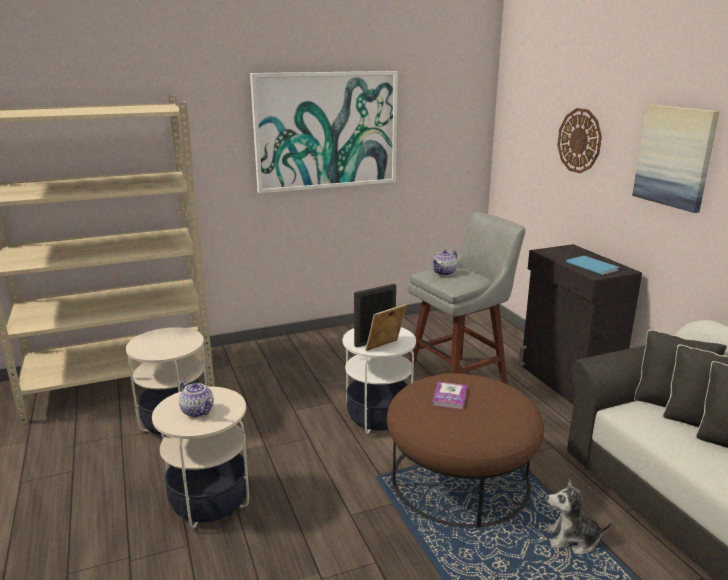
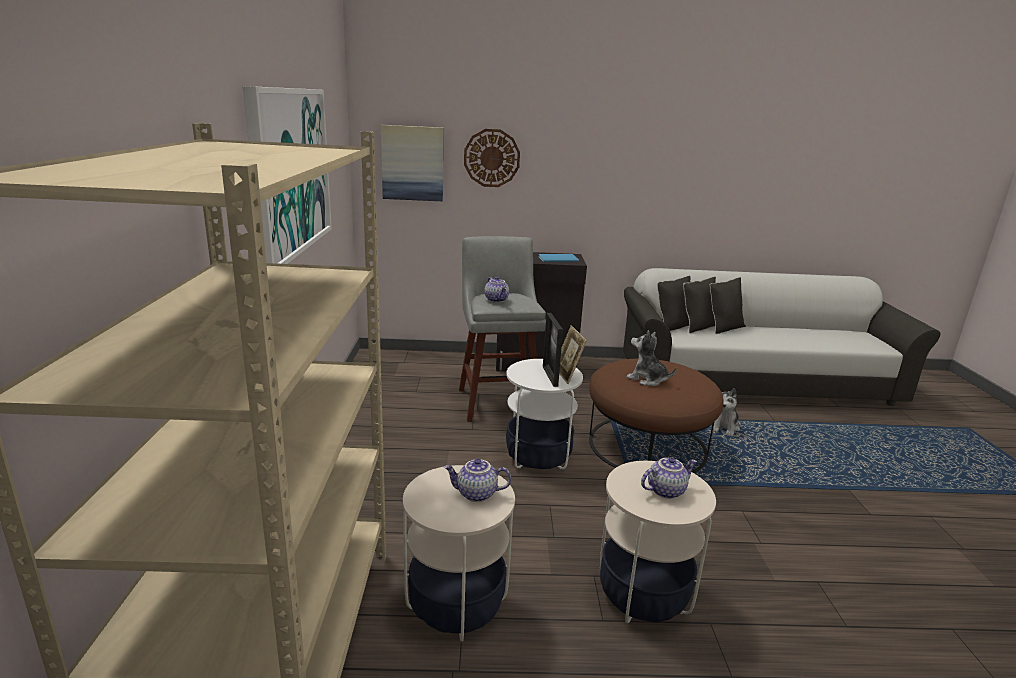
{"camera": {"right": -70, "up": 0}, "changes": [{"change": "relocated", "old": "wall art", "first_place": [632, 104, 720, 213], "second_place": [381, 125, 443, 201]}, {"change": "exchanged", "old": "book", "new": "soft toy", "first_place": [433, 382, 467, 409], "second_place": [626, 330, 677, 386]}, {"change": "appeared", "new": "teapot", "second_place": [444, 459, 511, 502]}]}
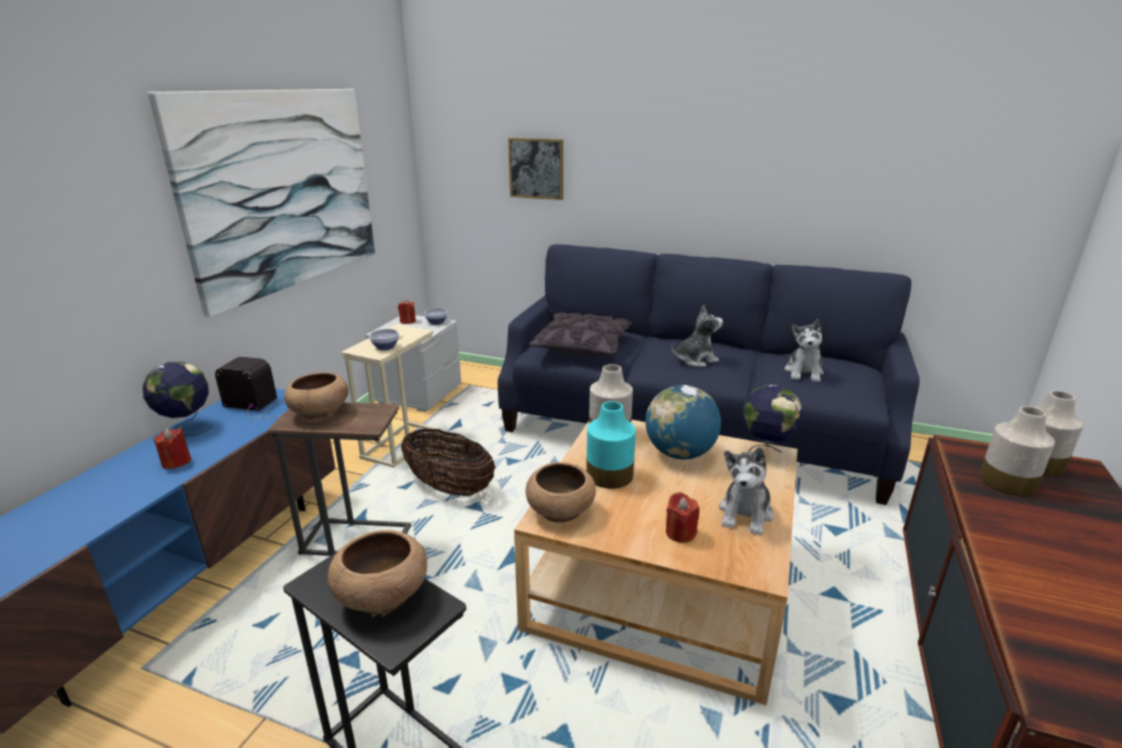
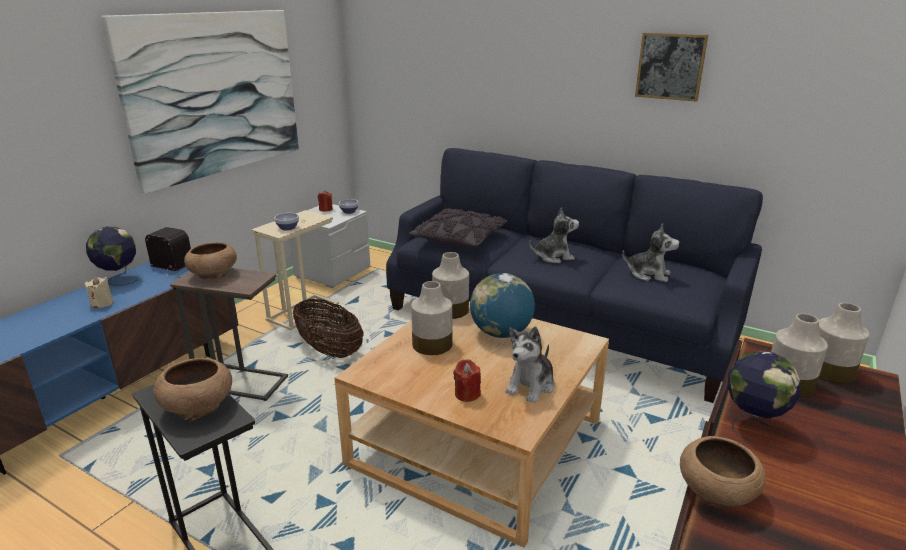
{"camera": {"right": 10, "up": 0}, "changes": [{"change": "relocated", "old": "wall art", "first_place": [508, 138, 563, 200], "second_place": [635, 33, 708, 102]}, {"change": "spun", "old": "soft toy", "first_place": [785, 319, 824, 382], "second_place": [622, 223, 680, 282], "degrees": -90}, {"change": "relocated", "old": "desk globe", "first_place": [742, 385, 802, 465], "second_place": [727, 351, 801, 442]}, {"change": "colour", "old": "blue-green flower vase", "new": "beige flower vase", "first_place": [586, 401, 636, 489], "second_place": [411, 281, 452, 355]}, {"change": "colour", "old": "red-coloured candle", "new": "beige candle", "first_place": [154, 428, 191, 469], "second_place": [85, 276, 113, 308]}, {"change": "relocated", "old": "brown-coloured deep dish", "first_place": [525, 462, 596, 523], "second_place": [680, 436, 766, 508]}]}
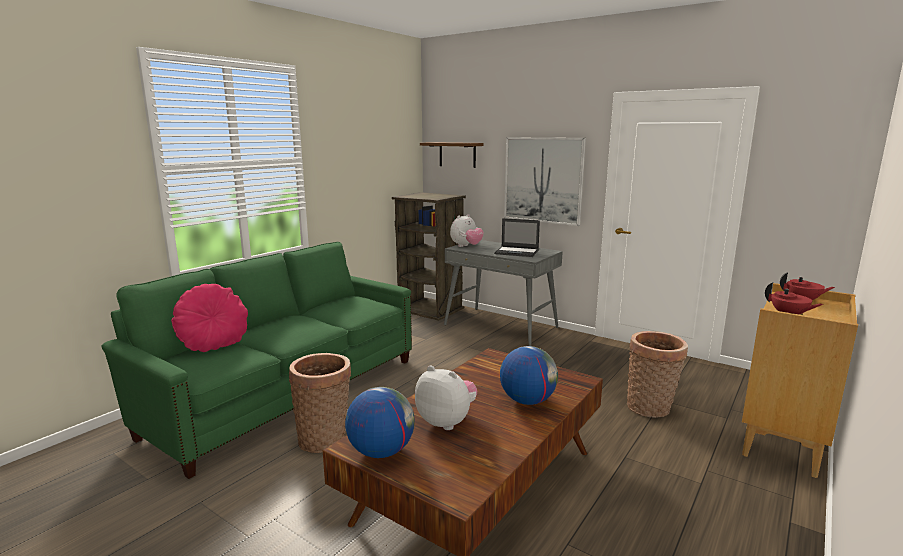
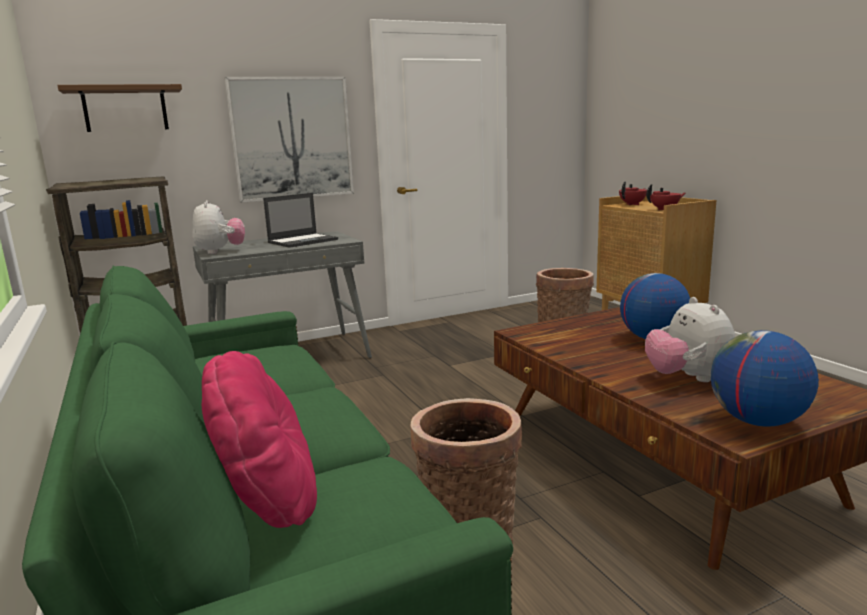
{"camera": {"right": -60, "up": 0}, "changes": [{"change": "spun", "old": "soft toy", "first_place": [415, 365, 477, 430], "second_place": [645, 297, 735, 382], "degrees": -75}]}
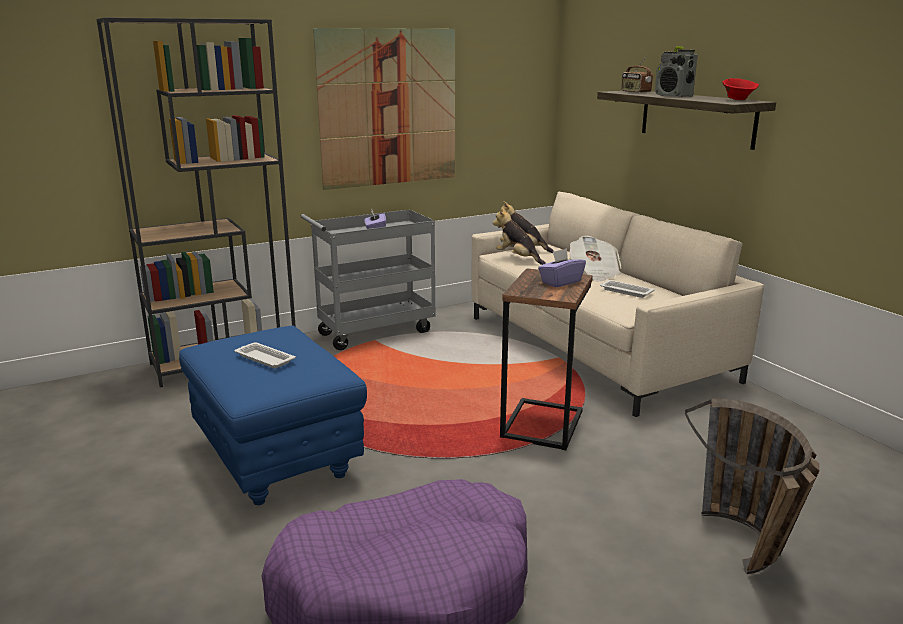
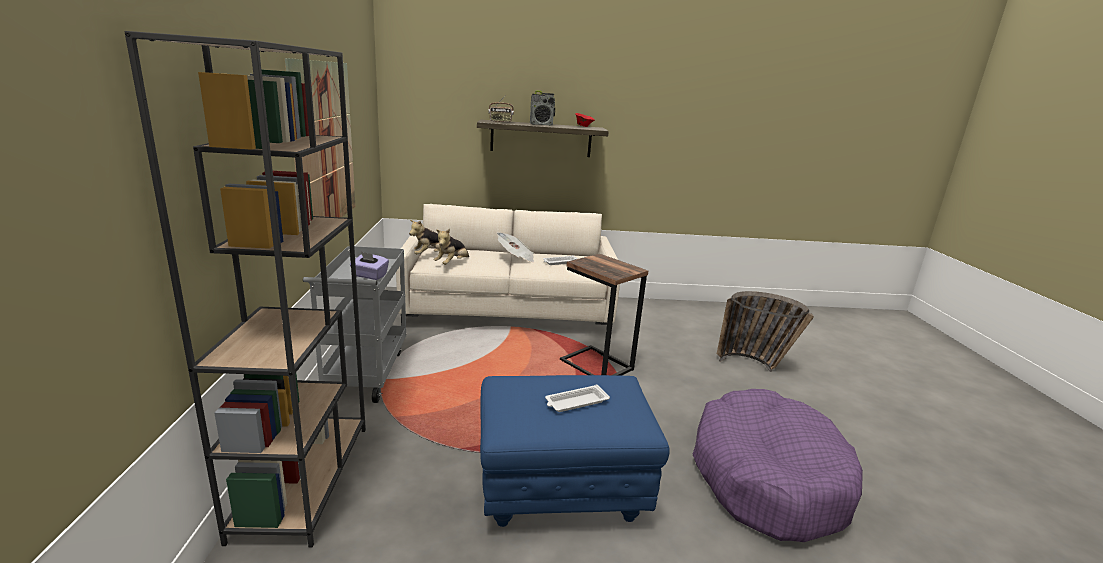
{"camera": {"right": -65, "up": 0}, "changes": [{"change": "spun", "old": "soft toy", "first_place": [493, 208, 546, 265], "second_place": [434, 229, 469, 265], "degrees": -45}, {"change": "missing", "old": "purple-coloured tissue holder", "first_place": [538, 248, 586, 287]}]}
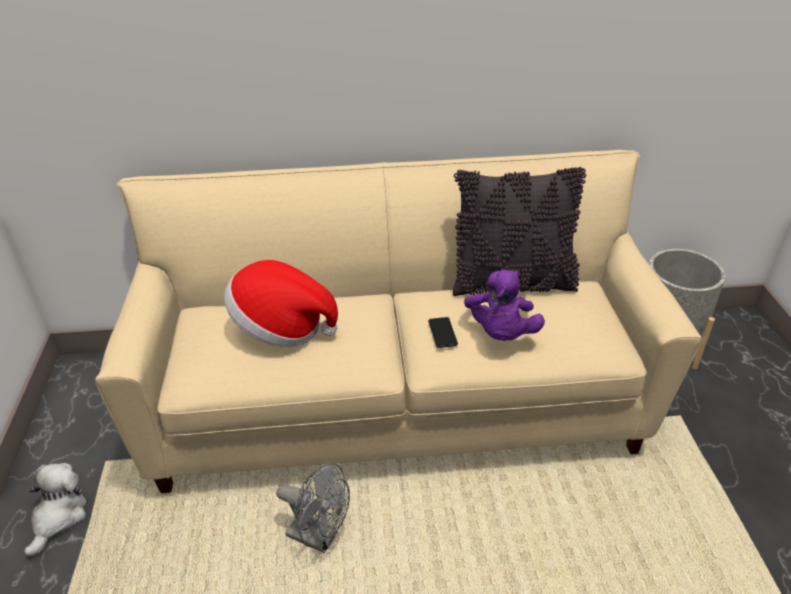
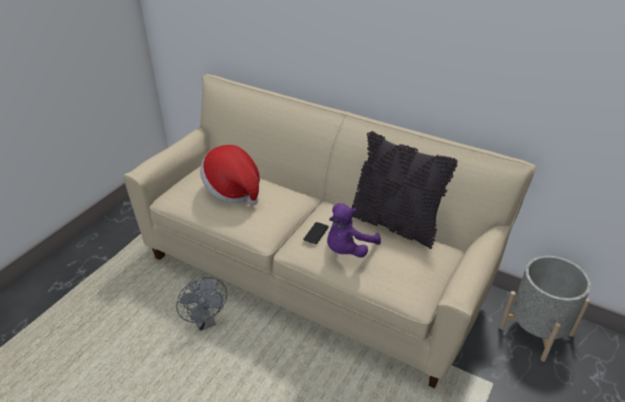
{"camera": {"right": 35, "up": 0}, "changes": [{"change": "missing", "old": "soft toy", "first_place": [24, 463, 86, 556]}]}
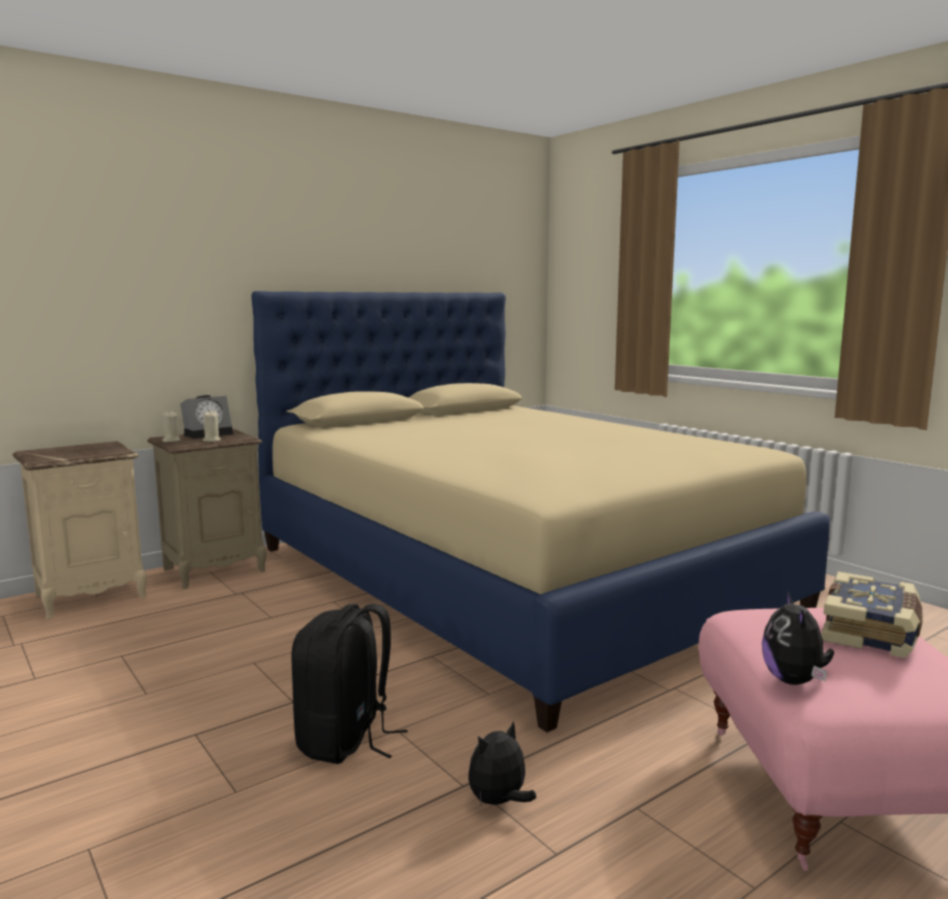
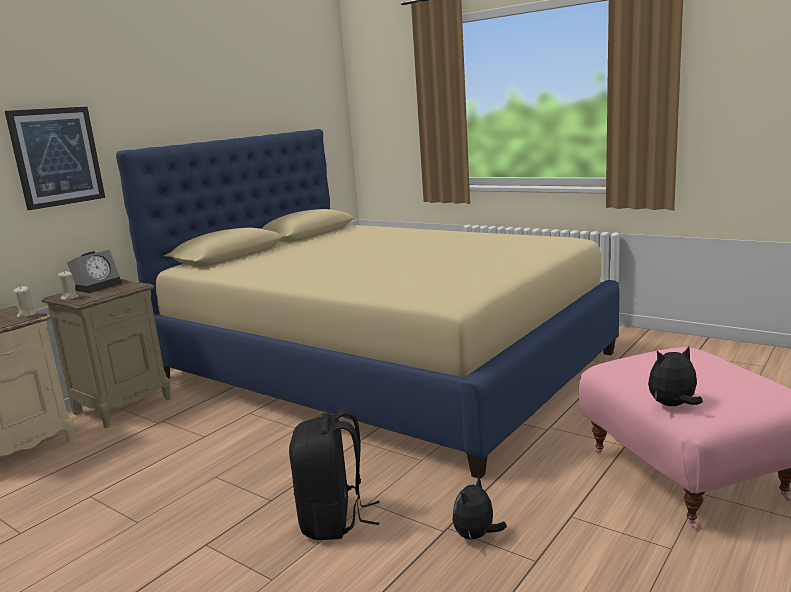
{"camera": {"right": -15, "up": 5}, "changes": [{"change": "relocated", "old": "beige candle", "first_place": [203, 411, 221, 442], "second_place": [14, 286, 36, 318]}, {"change": "missing", "old": "book", "first_place": [821, 572, 923, 658]}, {"change": "spun", "old": "soft toy", "first_place": [762, 591, 834, 685], "second_place": [648, 347, 703, 406], "degrees": 90}, {"change": "appeared", "new": "wall art", "second_place": [5, 107, 105, 210]}]}
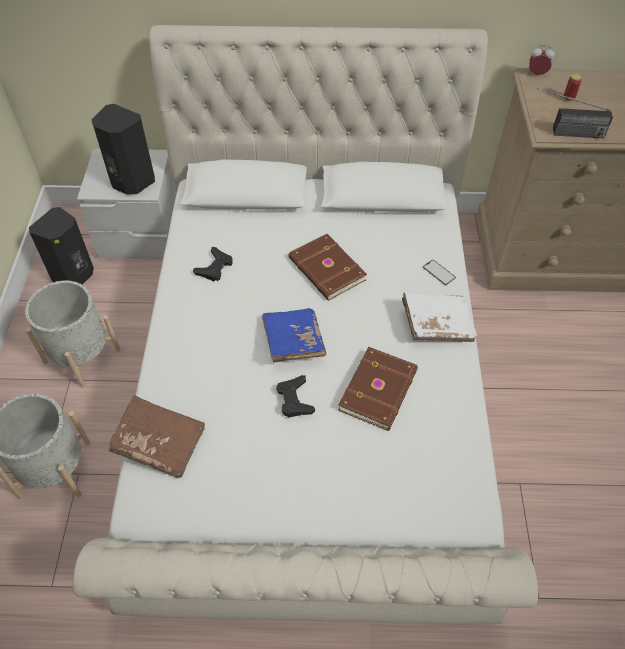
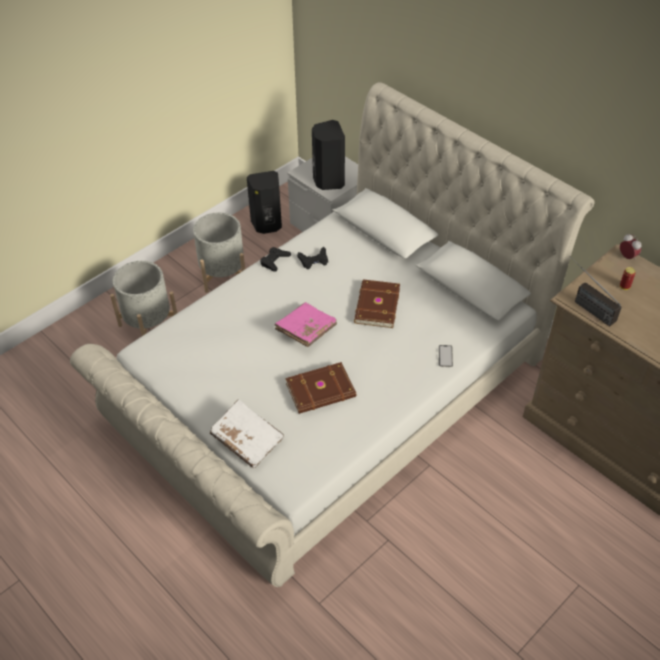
{"camera": {"right": 45, "up": -5}, "changes": [{"change": "relocated", "old": "white book", "first_place": [402, 292, 477, 342], "second_place": [210, 399, 284, 468]}, {"change": "colour", "old": "blue-coloured book", "new": "pinkish book", "first_place": [262, 308, 326, 363], "second_place": [275, 302, 337, 347]}, {"change": "relocated", "old": "blackish gamepad", "first_place": [276, 375, 315, 417], "second_place": [260, 247, 291, 271]}, {"change": "missing", "old": "brown-coloured book", "first_place": [109, 395, 205, 478]}]}
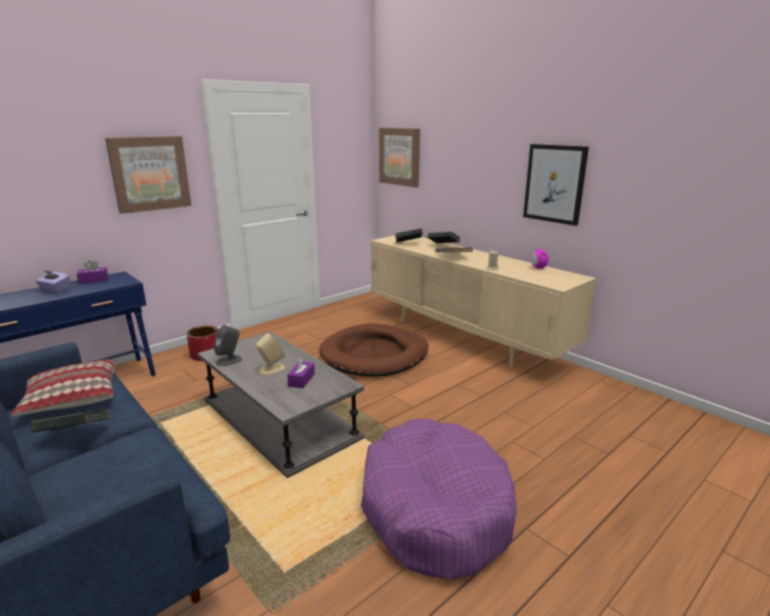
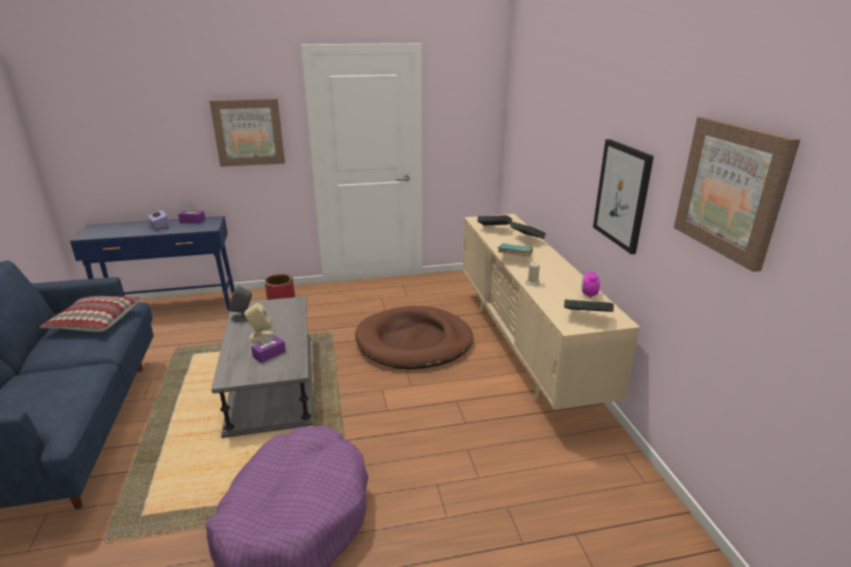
{"camera": {"right": 30, "up": 5}, "changes": [{"change": "relocated", "old": "wall art", "first_place": [379, 128, 420, 187], "second_place": [674, 117, 800, 272]}, {"change": "relocated", "old": "book", "first_place": [31, 409, 109, 432], "second_place": [564, 299, 614, 312]}]}
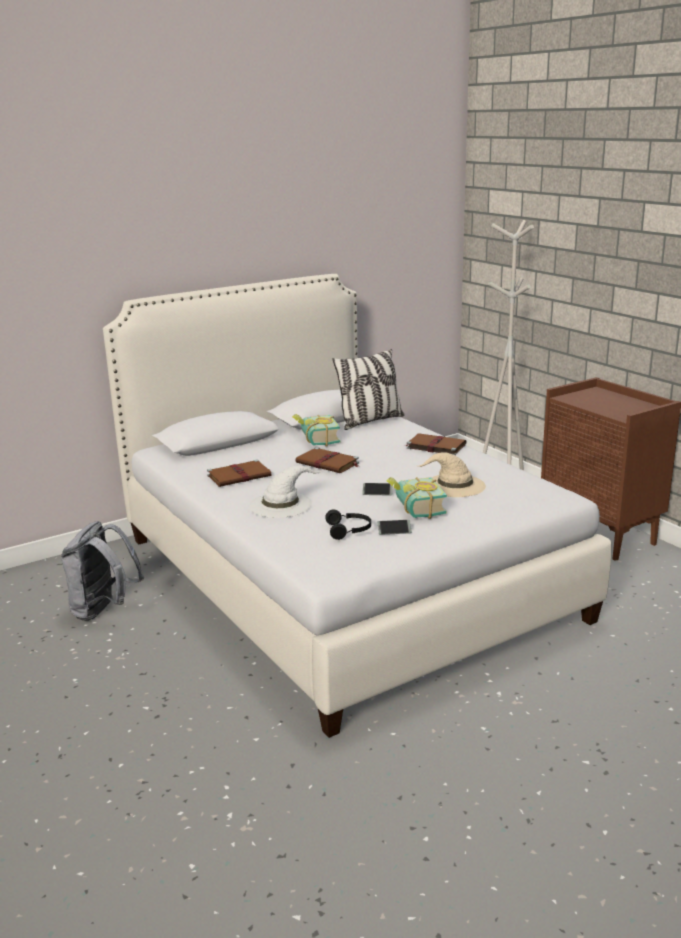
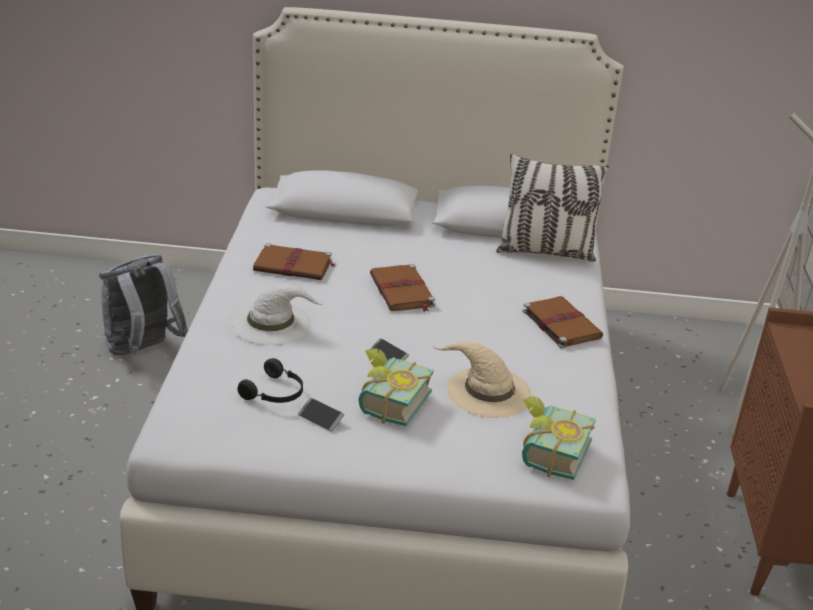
{"camera": {"right": 35, "up": 10}, "changes": [{"change": "relocated", "old": "book", "first_place": [292, 414, 340, 447], "second_place": [522, 396, 596, 480]}]}
